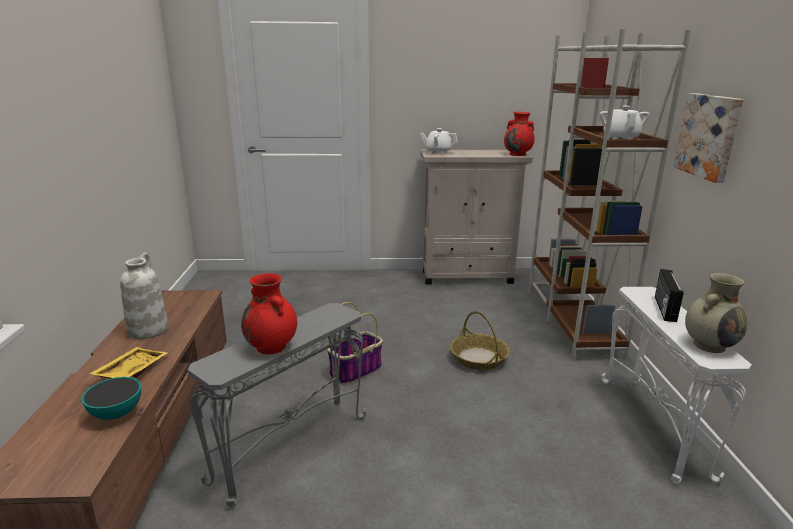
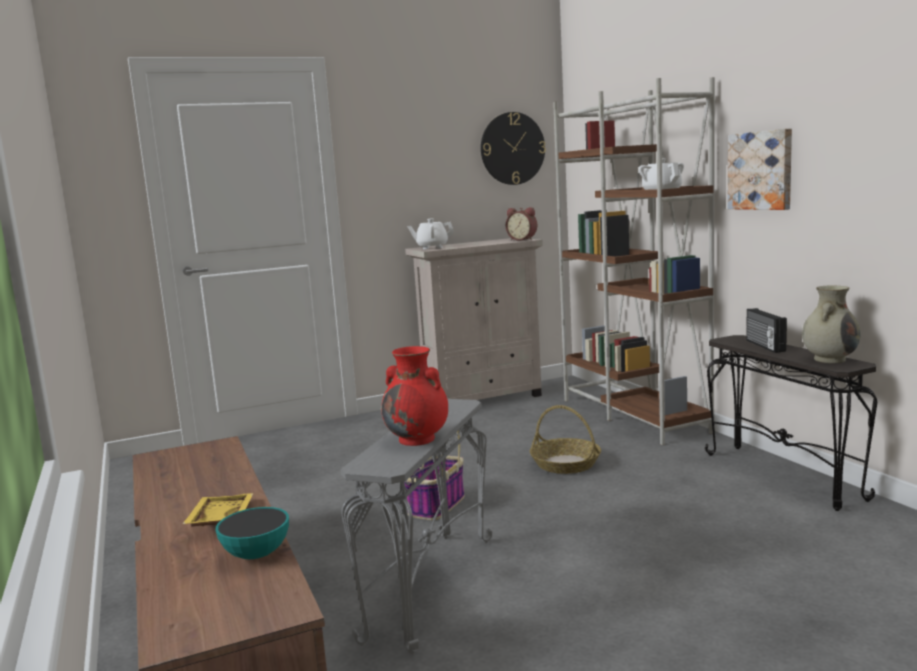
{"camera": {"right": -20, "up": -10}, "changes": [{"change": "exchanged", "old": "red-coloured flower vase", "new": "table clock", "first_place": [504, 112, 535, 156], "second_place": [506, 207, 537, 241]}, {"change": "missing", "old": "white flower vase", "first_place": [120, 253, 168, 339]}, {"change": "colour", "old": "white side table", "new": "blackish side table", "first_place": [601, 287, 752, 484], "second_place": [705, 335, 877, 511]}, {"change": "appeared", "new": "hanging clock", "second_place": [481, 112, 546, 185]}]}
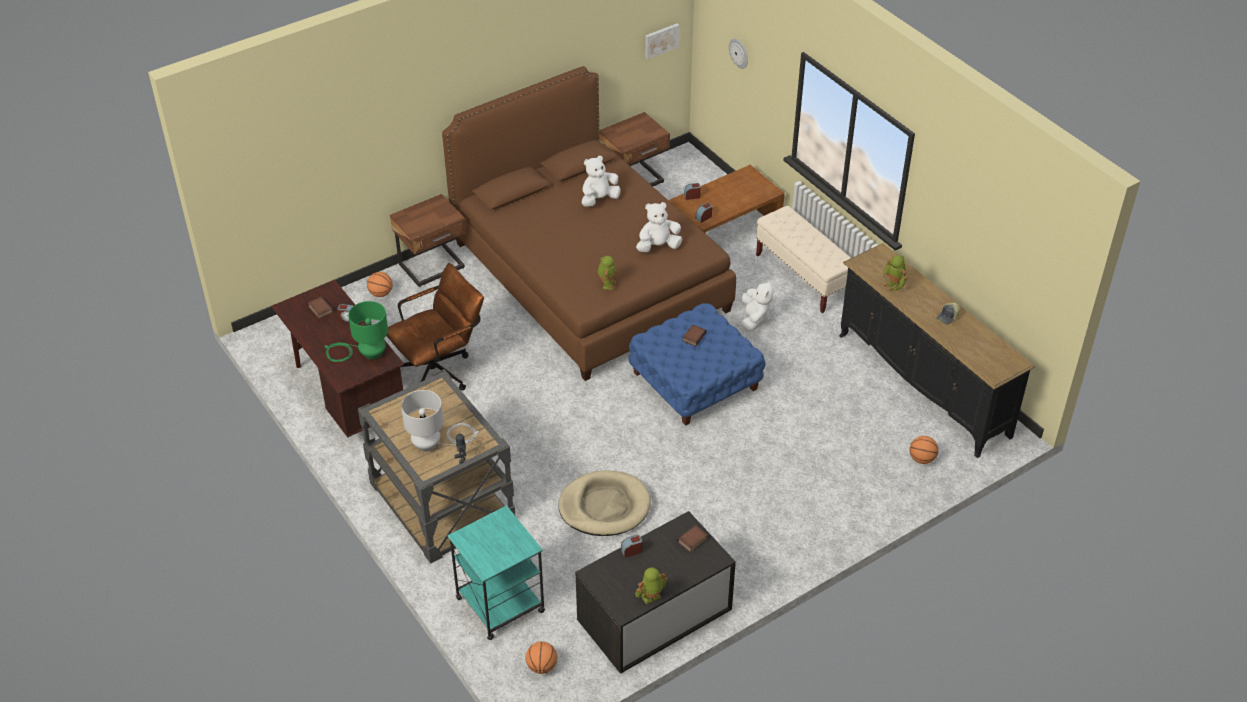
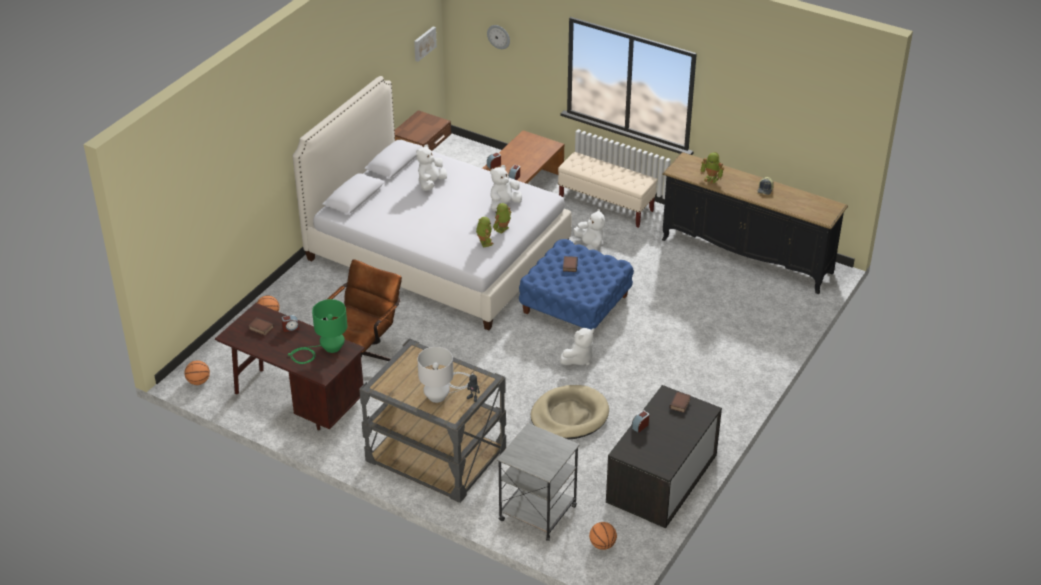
{"camera": {"right": -25, "up": -5}, "changes": [{"change": "colour", "old": "brown-coloured bed", "new": "white bed", "first_place": [442, 66, 736, 381], "second_place": [293, 76, 572, 330]}, {"change": "missing", "old": "brown-coloured night table", "first_place": [390, 194, 466, 287]}, {"change": "relocated", "old": "ball for basketball", "first_place": [909, 436, 939, 464], "second_place": [184, 360, 210, 385]}, {"change": "colour", "old": "blue-green trolley", "new": "grey trolley", "first_place": [447, 505, 545, 640], "second_place": [497, 423, 580, 541]}, {"change": "relocated", "old": "robot figure", "first_place": [635, 567, 668, 604], "second_place": [493, 203, 511, 234]}, {"change": "appeared", "new": "white soft toy", "second_place": [560, 328, 595, 365]}]}
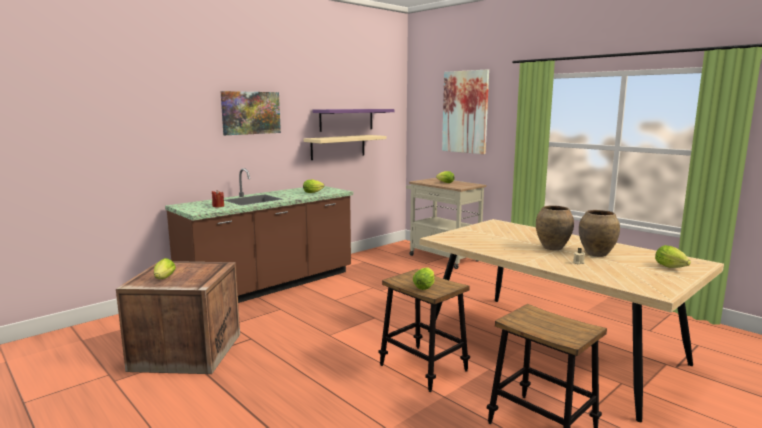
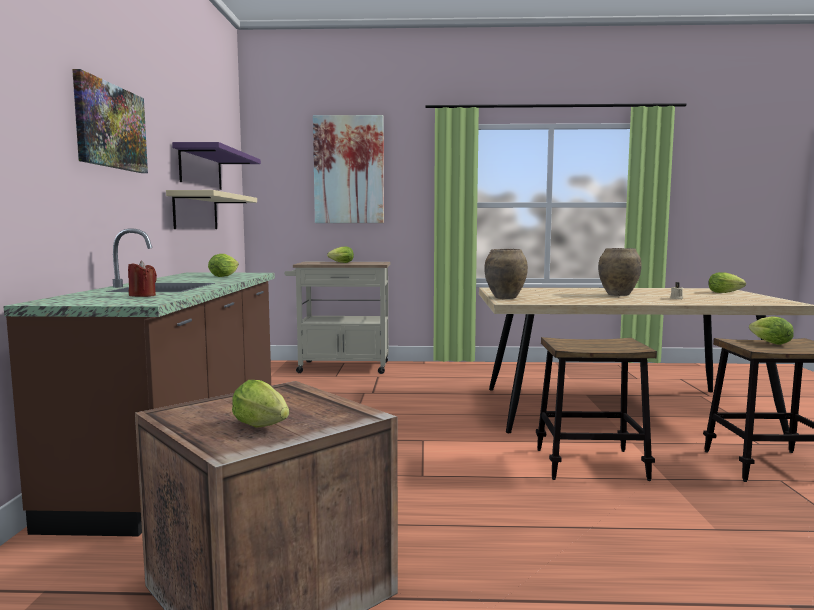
{"camera": {"right": -45, "up": -5}, "changes": [{"change": "relocated", "old": "brown-coloured flower vase", "first_place": [579, 210, 620, 257], "second_place": [484, 249, 528, 299]}, {"change": "relocated", "old": "lettuce", "first_place": [413, 268, 435, 290], "second_place": [749, 316, 794, 345]}]}
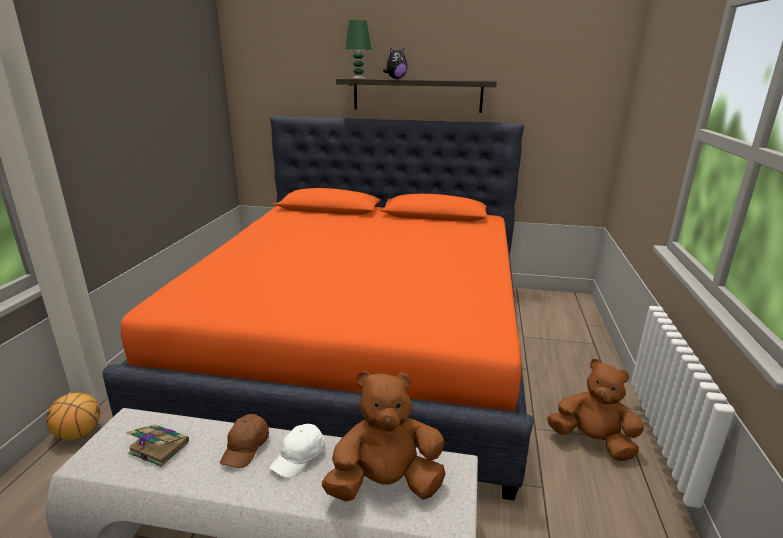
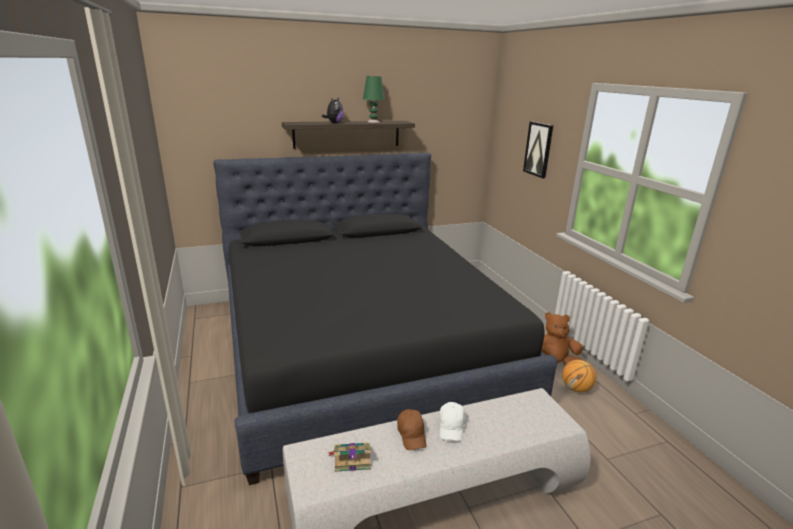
{"camera": {"right": -30, "up": 0}, "changes": [{"change": "relocated", "old": "green-coloured table lamp", "first_place": [345, 20, 371, 79], "second_place": [363, 76, 385, 123]}, {"change": "colour", "old": "orange-coloured bed", "new": "blackish bed", "first_place": [102, 116, 534, 501], "second_place": [213, 153, 558, 485]}, {"change": "missing", "old": "brown-coloured soft toy", "first_place": [322, 371, 446, 501]}, {"change": "relocated", "old": "ball for basketball", "first_place": [46, 393, 100, 440], "second_place": [562, 360, 596, 392]}, {"change": "appeared", "new": "wall art", "second_place": [523, 121, 553, 178]}]}
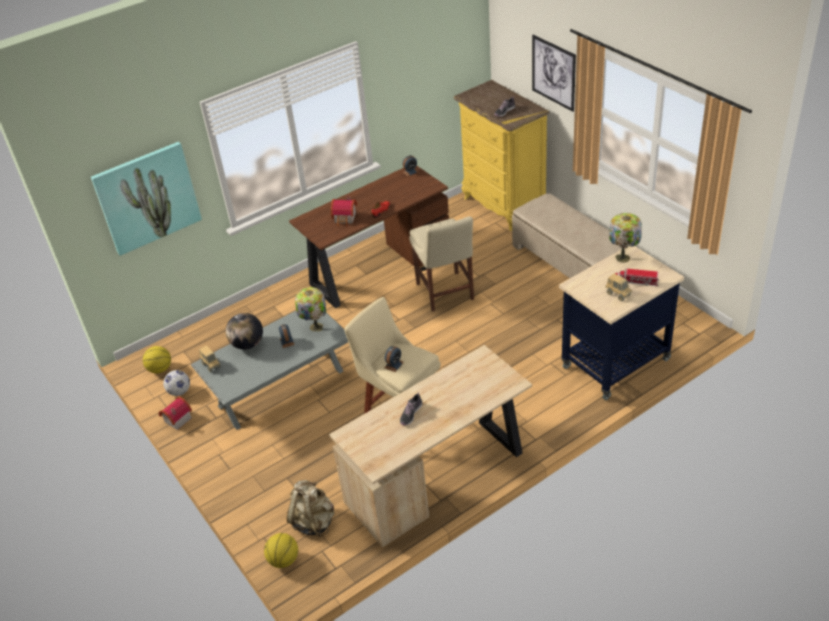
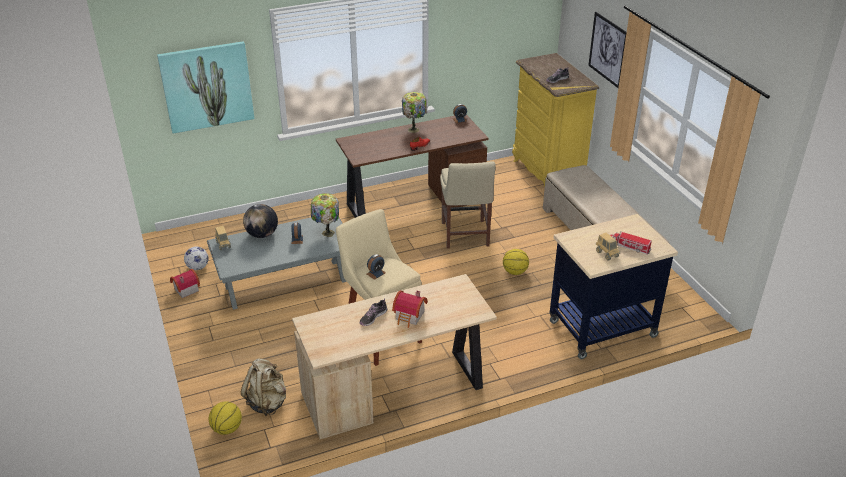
{"camera": {"right": 10, "up": -5}, "changes": [{"change": "relocated", "old": "model house", "first_place": [331, 196, 357, 226], "second_place": [392, 290, 428, 328]}, {"change": "relocated", "old": "table lamp", "first_place": [609, 213, 642, 263], "second_place": [402, 92, 427, 133]}, {"change": "relocated", "old": "ball for basketball", "first_place": [143, 346, 171, 374], "second_place": [503, 249, 529, 275]}]}
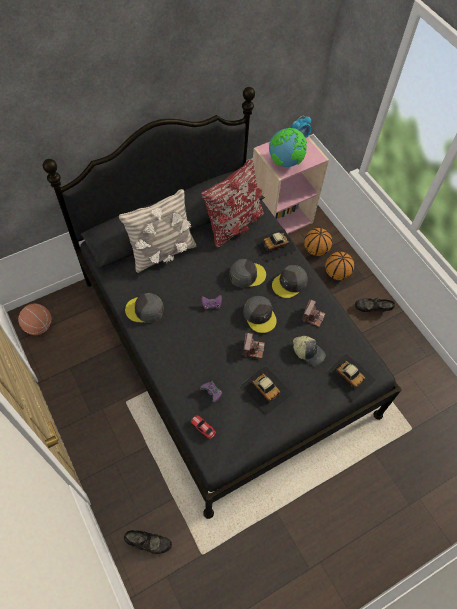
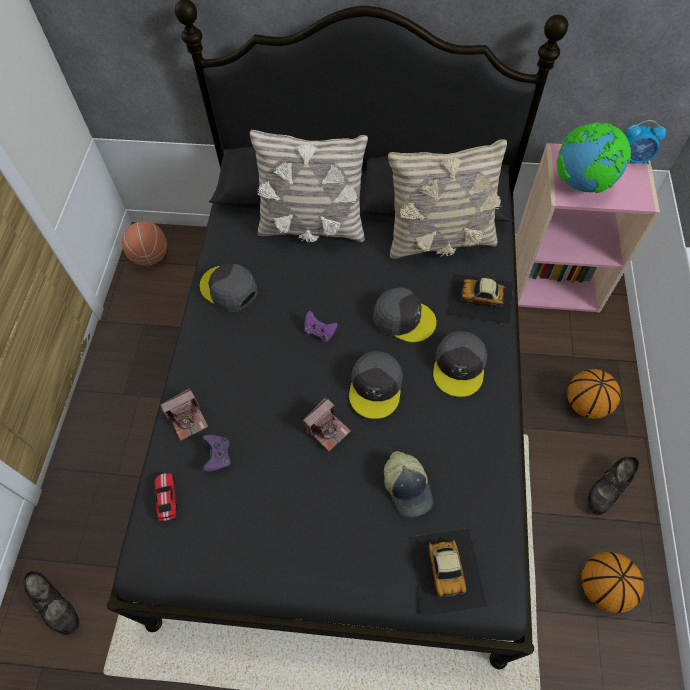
{"camera": {"right": 40, "up": 0}, "changes": [{"change": "colour", "old": "red-coloured throw pillow", "new": "beige throw pillow", "first_place": [201, 159, 264, 248], "second_place": [388, 139, 507, 259]}, {"change": "relocated", "old": "ball for basketball", "first_place": [304, 228, 332, 256], "second_place": [581, 552, 644, 614]}, {"change": "spun", "old": "grey peaked cap", "first_place": [272, 265, 308, 298], "second_place": [433, 331, 487, 397], "degrees": -75}, {"change": "spun", "old": "blackish low shoe", "first_place": [355, 298, 395, 312], "second_place": [587, 457, 639, 515], "degrees": -90}, {"change": "relocated", "old": "photo camera", "first_place": [302, 299, 325, 327], "second_place": [160, 388, 208, 441]}, {"change": "missing", "old": "toy car", "first_place": [241, 366, 292, 414]}]}
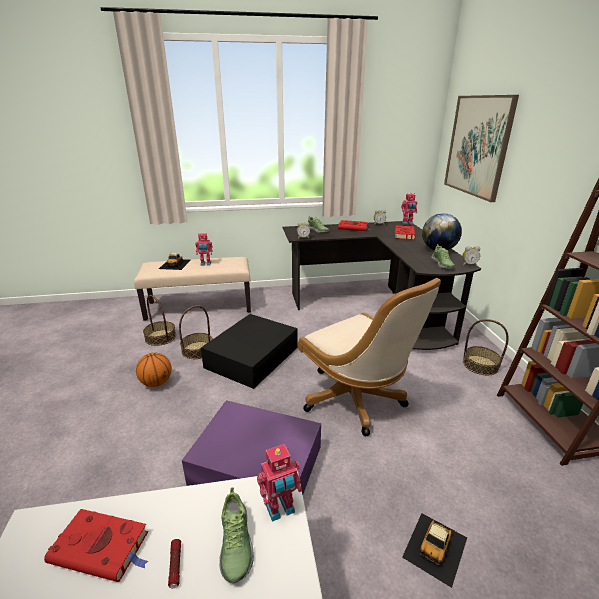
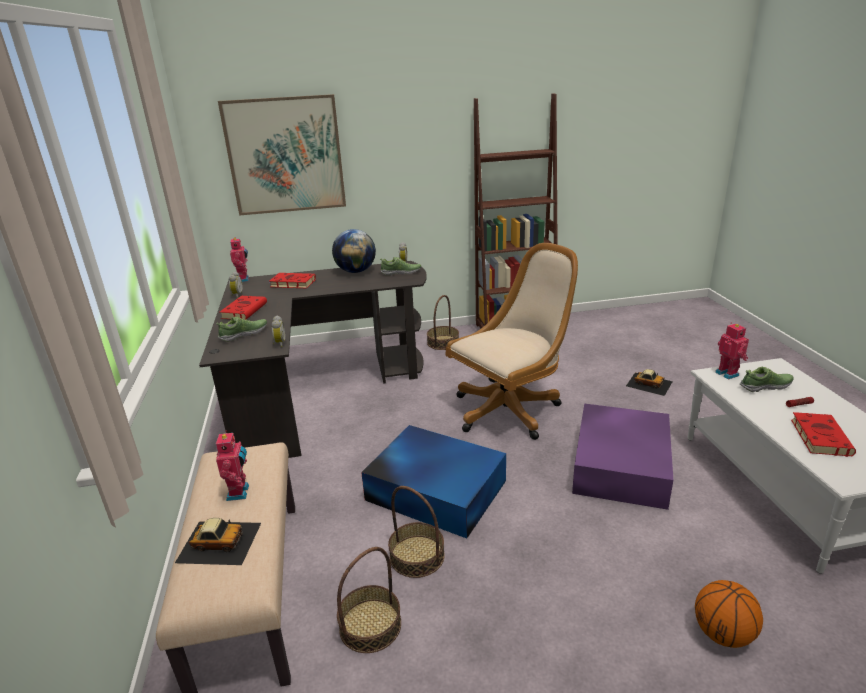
{"camera": {"right": -90, "up": 0}, "changes": [{"change": "colour", "old": "blackish storage bin", "new": "blue-coloured storage bin", "first_place": [201, 314, 297, 389], "second_place": [361, 425, 506, 538]}, {"change": "relocated", "old": "ball for basketball", "first_place": [136, 352, 172, 387], "second_place": [695, 580, 763, 648]}]}
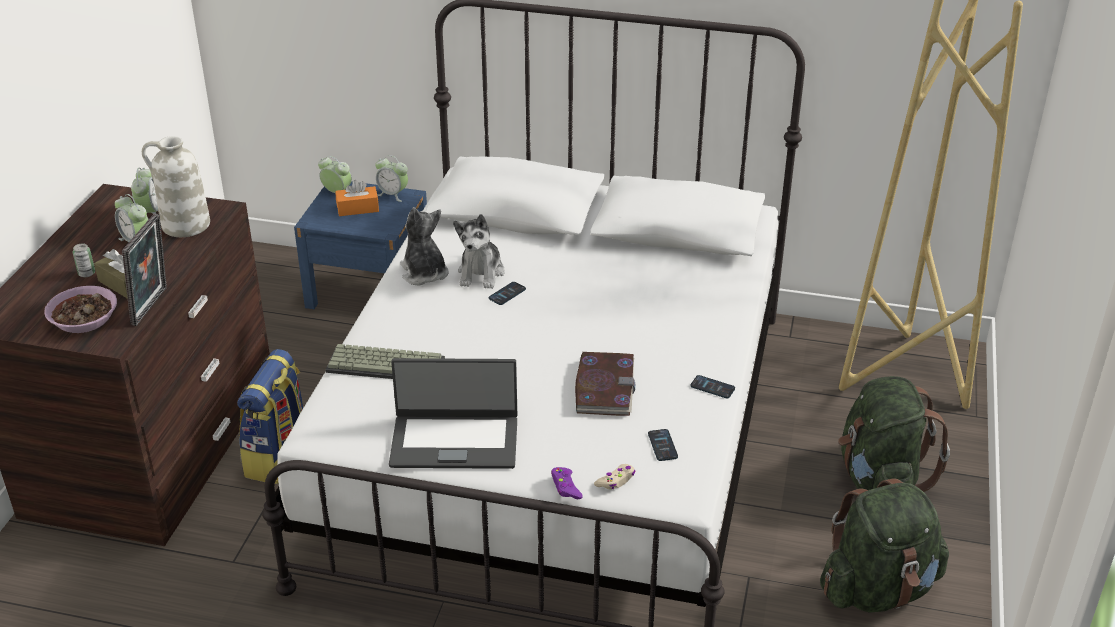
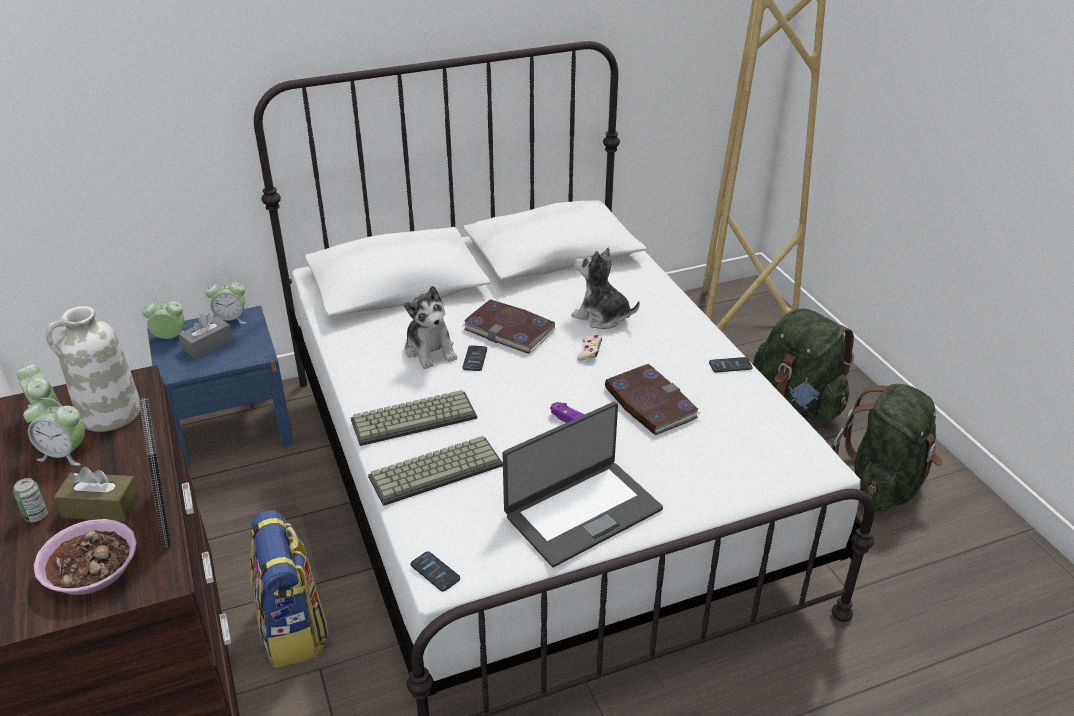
{"camera": {"right": -35, "up": 0}, "changes": [{"change": "colour", "old": "orange-coloured tissue holder", "new": "grey tissue holder", "first_place": [335, 180, 379, 216], "second_place": [178, 313, 233, 359]}, {"change": "relocated", "old": "soft toy", "first_place": [400, 207, 448, 286], "second_place": [571, 247, 640, 329]}, {"change": "relocated", "old": "phone", "first_place": [648, 429, 678, 461], "second_place": [410, 551, 460, 592]}, {"change": "relocated", "old": "beige gamepad", "first_place": [594, 464, 635, 490], "second_place": [577, 335, 602, 361]}, {"change": "relocated", "old": "purple-coloured gamepad", "first_place": [551, 467, 583, 499], "second_place": [550, 402, 585, 423]}, {"change": "appeared", "new": "book", "second_place": [462, 299, 556, 354]}, {"change": "appeared", "new": "computer keyboard", "second_place": [350, 390, 477, 446]}]}
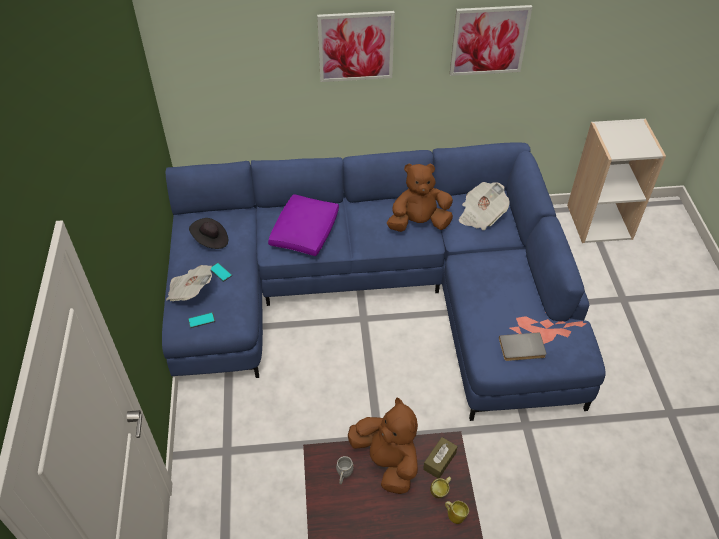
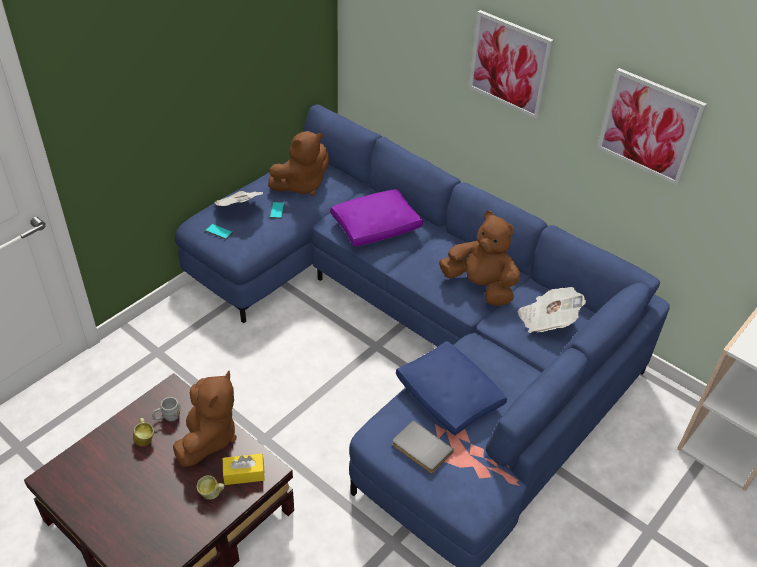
{"camera": {"right": 45, "up": -5}, "changes": [{"change": "exchanged", "old": "blackish hat", "new": "brown-coloured soft toy", "first_place": [189, 218, 228, 249], "second_place": [268, 131, 329, 196]}, {"change": "colour", "old": "brown-coloured tissue holder", "new": "yellow tissue holder", "first_place": [423, 437, 458, 478], "second_place": [223, 454, 265, 485]}, {"change": "relocated", "old": "coffee mug", "first_place": [445, 501, 469, 524], "second_place": [133, 418, 154, 446]}, {"change": "appeared", "new": "blue-coloured throw pillow", "second_place": [396, 341, 507, 435]}]}
